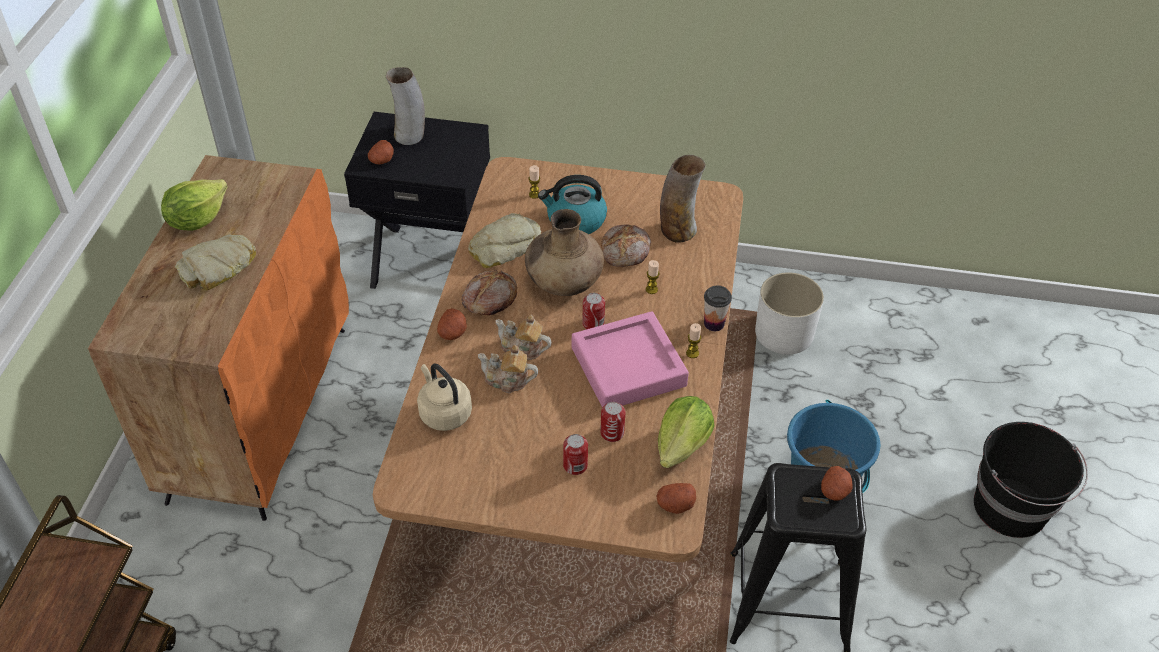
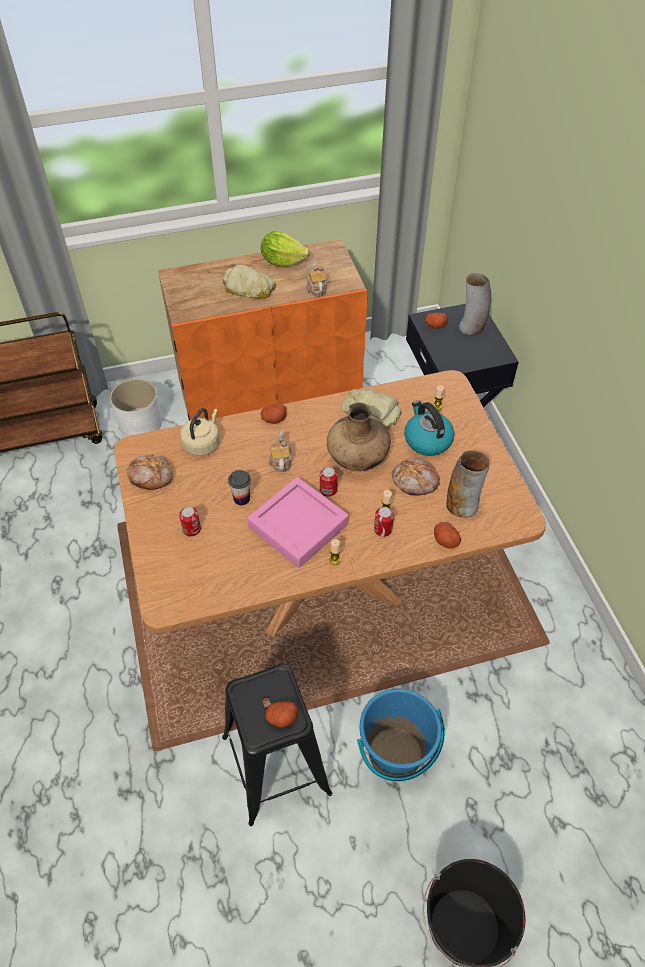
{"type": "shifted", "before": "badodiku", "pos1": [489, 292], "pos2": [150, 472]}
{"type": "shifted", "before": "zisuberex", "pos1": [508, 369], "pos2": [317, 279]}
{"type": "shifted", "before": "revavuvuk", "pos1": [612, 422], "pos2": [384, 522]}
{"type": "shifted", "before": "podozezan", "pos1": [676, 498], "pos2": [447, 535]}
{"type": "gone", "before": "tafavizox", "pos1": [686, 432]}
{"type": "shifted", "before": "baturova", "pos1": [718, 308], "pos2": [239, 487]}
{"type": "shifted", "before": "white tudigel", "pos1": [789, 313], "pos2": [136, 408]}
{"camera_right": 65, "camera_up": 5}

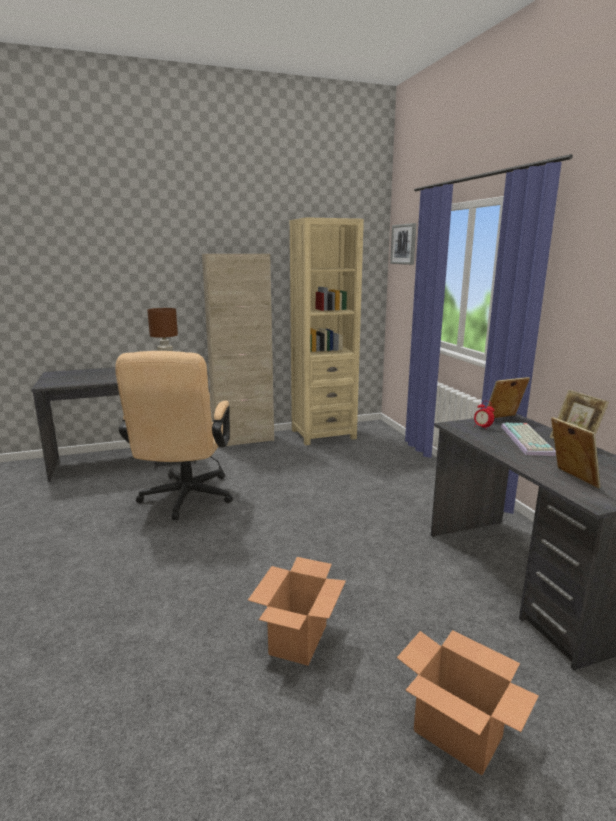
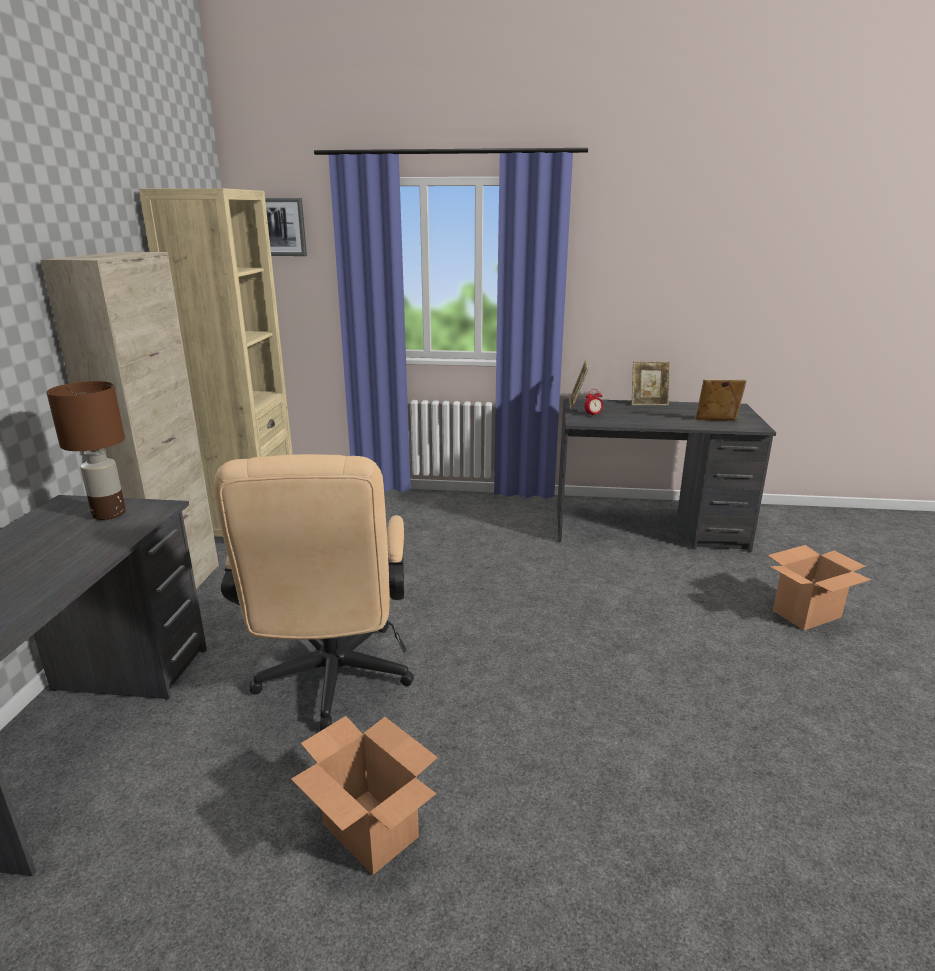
{"type": "rotated", "before": "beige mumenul", "pos1": [174, 435], "pos2": [314, 592], "turn": 60}
{"type": "shifted", "before": "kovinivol", "pos1": [297, 611], "pos2": [364, 795]}
{"type": "gone", "before": "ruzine", "pos1": [528, 439]}
{"camera_right": -65, "camera_up": 5}

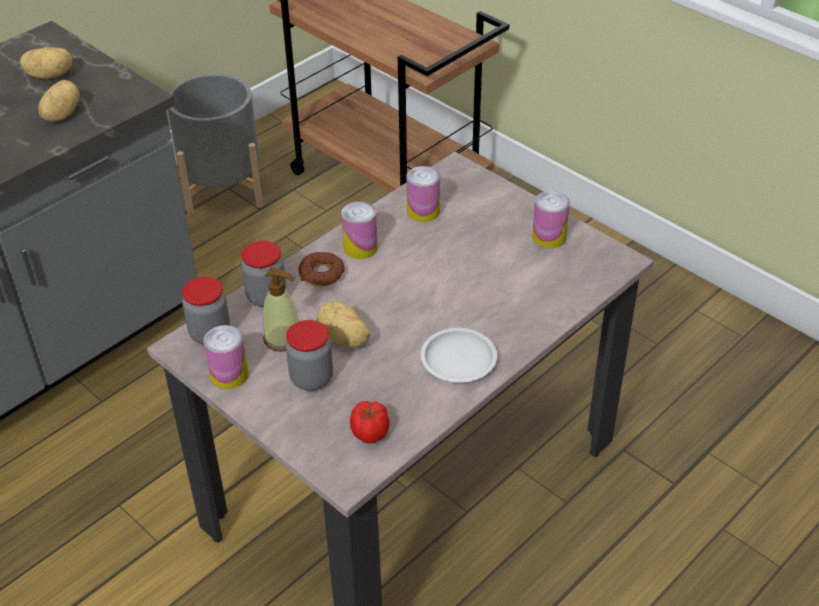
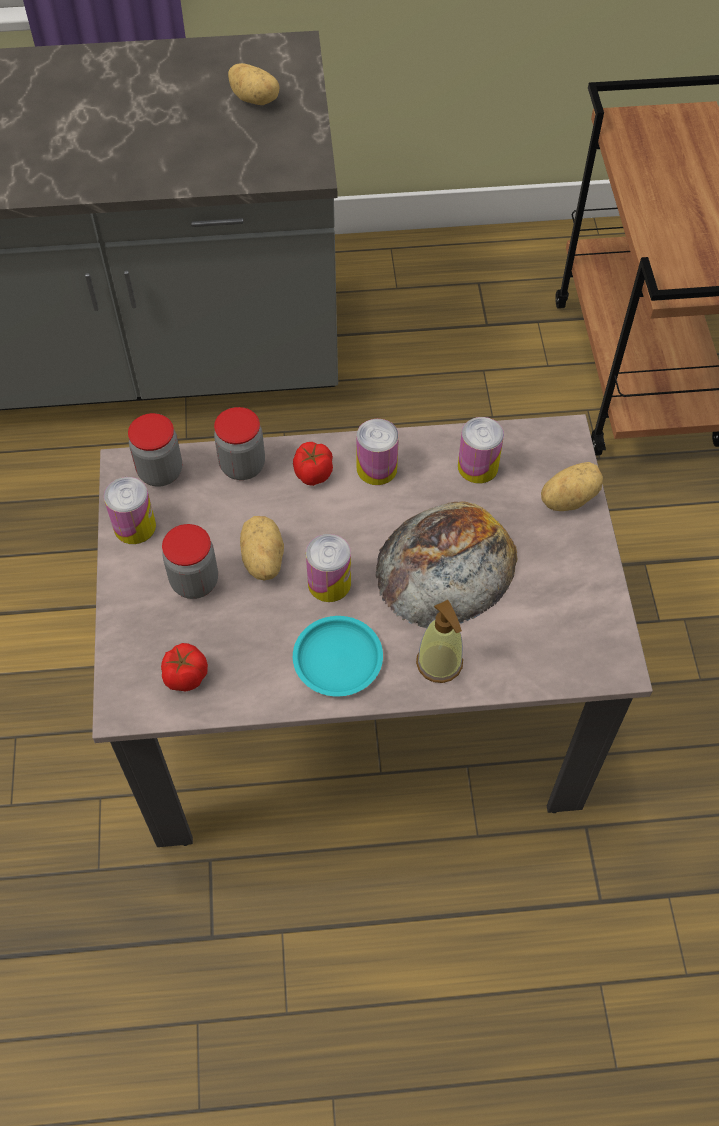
{"type": "shifted", "before": "podozezan", "pos1": [59, 101], "pos2": [572, 486]}
{"type": "gone", "before": "grey tudigel", "pos1": [215, 144]}
{"type": "shifted", "before": "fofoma", "pos1": [281, 310], "pos2": [439, 641]}
{"type": "swapped", "before": "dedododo", "after": "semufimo", "pos1": [321, 269], "pos2": [313, 464]}
{"type": "repainted", "before": "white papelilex", "after": "turquoise papelilex", "pos1": [459, 355], "pos2": [338, 656]}
{"type": "shifted", "before": "revavuvuk", "pos1": [551, 219], "pos2": [328, 568]}
{"type": "new", "after": "badodiku", "pos2": [447, 564]}
{"camera_right": 40, "camera_up": 15}

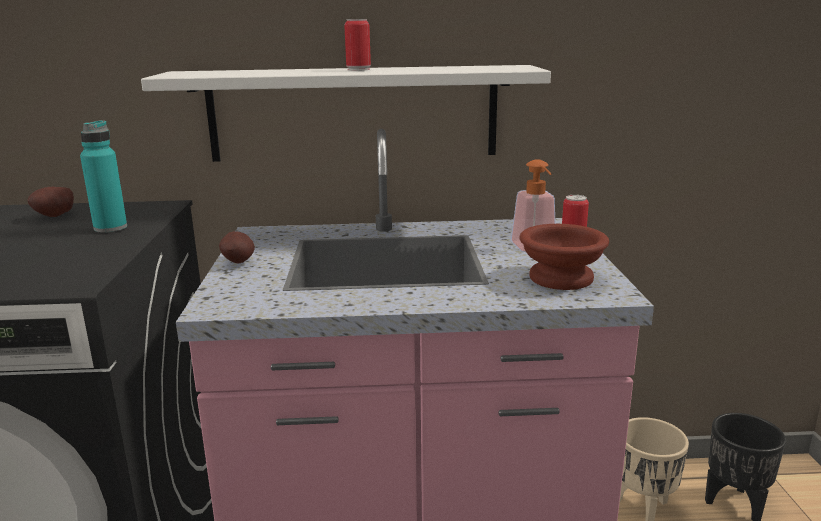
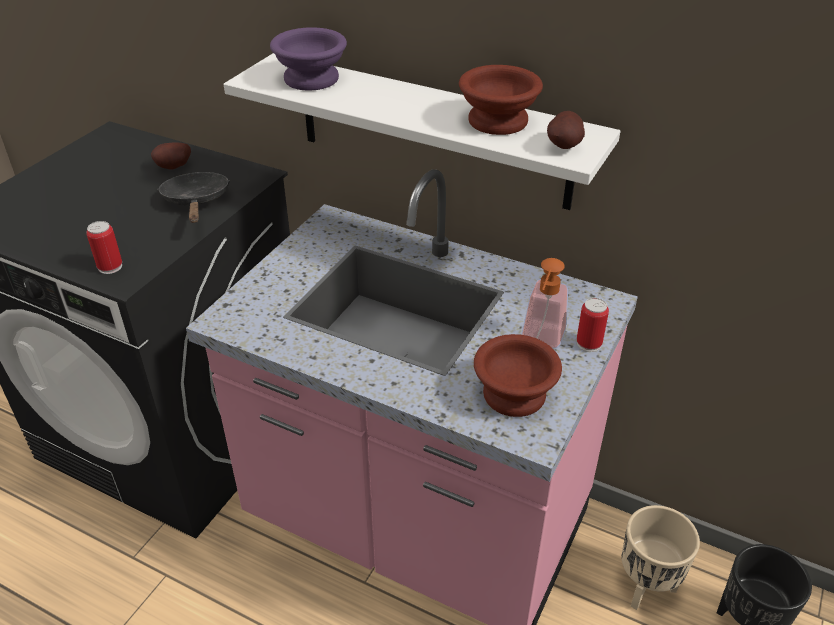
{"type": "swapped", "before": "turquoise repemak", "after": "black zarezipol", "pos1": [103, 176], "pos2": [193, 197]}
{"type": "shifted", "before": "podozezan", "pos1": [237, 247], "pos2": [566, 130]}
{"type": "shifted", "before": "revavuvuk", "pos1": [357, 45], "pos2": [104, 247]}
{"type": "new", "after": "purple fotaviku", "pos2": [308, 58]}
{"type": "new", "after": "brown fotaviku", "pos2": [501, 100]}
{"camera_right": 30, "camera_up": 20}

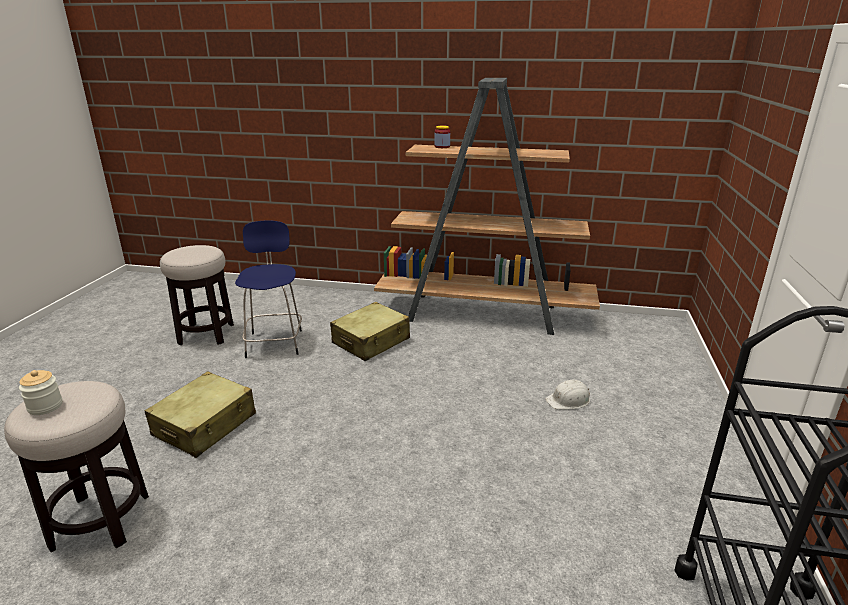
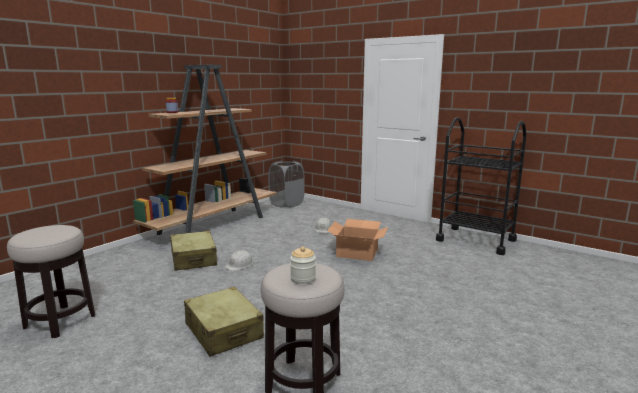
{"type": "gone", "before": "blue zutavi", "pos1": [268, 289]}
{"type": "new", "after": "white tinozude", "pos2": [238, 260]}
{"type": "new", "after": "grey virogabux", "pos2": [286, 184]}
{"type": "new", "after": "kovinivol", "pos2": [357, 240]}
{"camera_right": -65, "camera_up": -10}

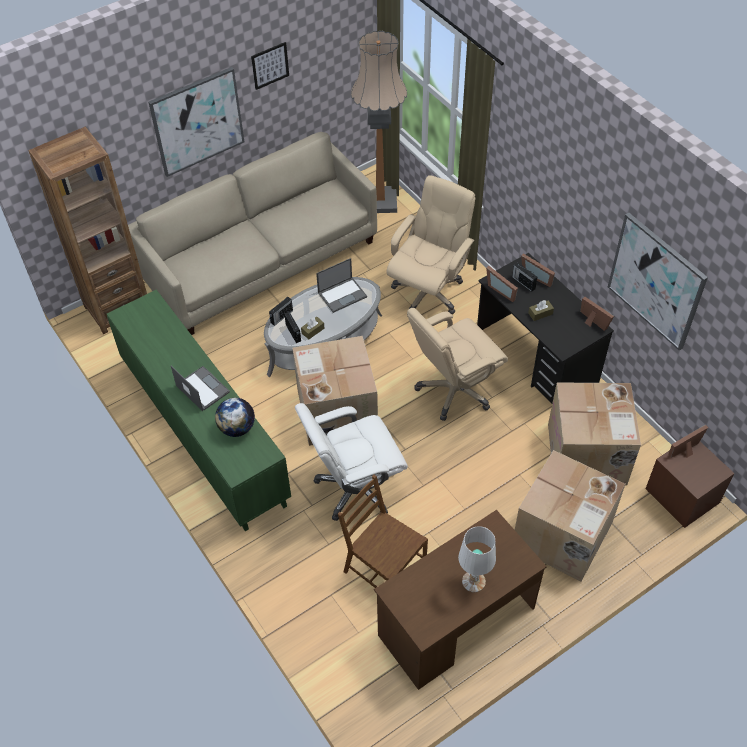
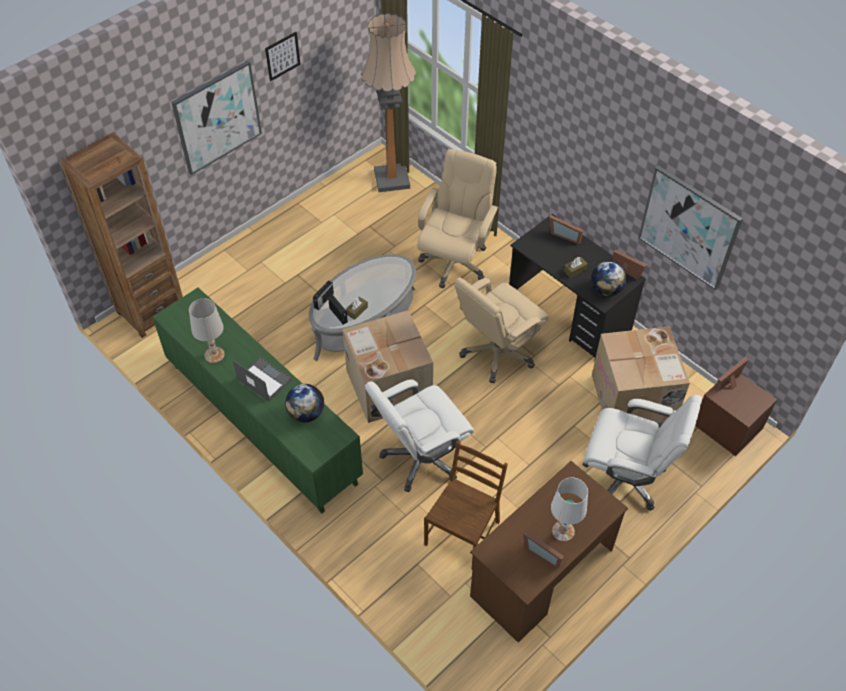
{"type": "gone", "before": "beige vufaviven", "pos1": [252, 233]}
{"type": "gone", "before": "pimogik", "pos1": [341, 285]}
{"type": "rotated", "before": "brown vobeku", "pos1": [383, 531], "pos2": [466, 504], "turn": 90}
{"type": "shifted", "before": "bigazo", "pos1": [502, 284], "pos2": [543, 549]}
{"type": "gone", "before": "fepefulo", "pos1": [524, 277]}
{"type": "swapped", "before": "kovinivol", "after": "white mumenul", "pos1": [570, 515], "pos2": [642, 453]}
{"type": "new", "after": "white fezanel", "pos2": [207, 330]}
{"type": "new", "after": "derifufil", "pos2": [609, 278]}
{"camera_right": -10, "camera_up": 0}

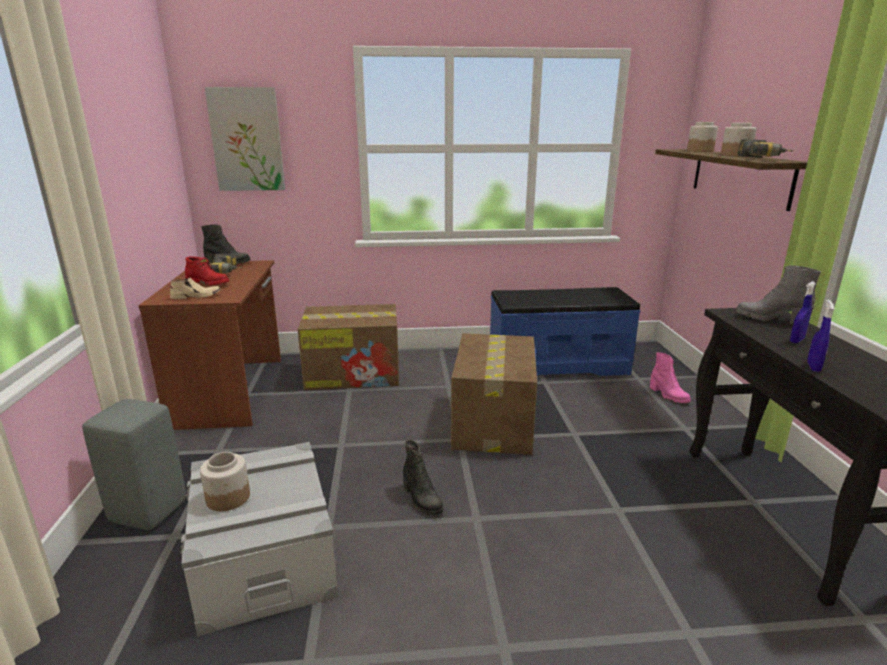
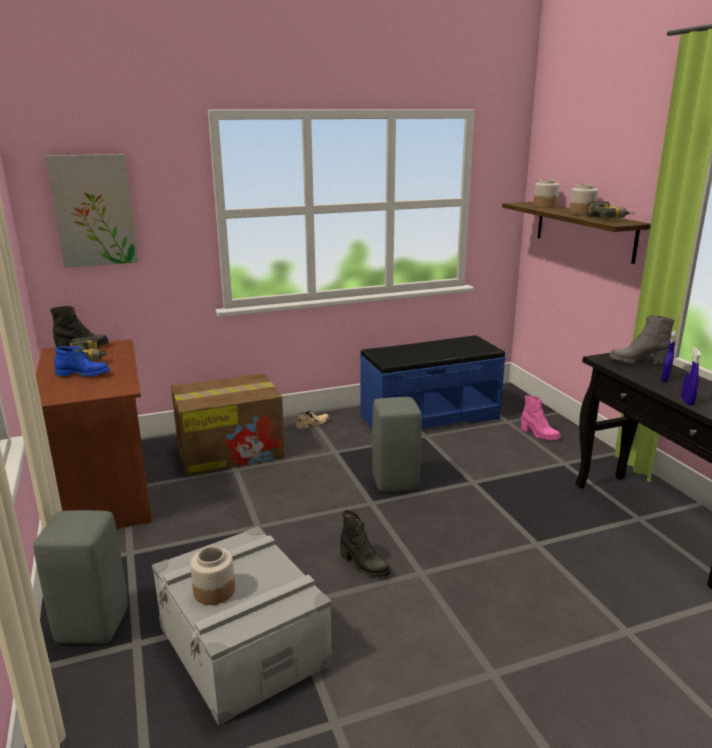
{"type": "shifted", "before": "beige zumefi", "pos1": [195, 288], "pos2": [312, 419]}
{"type": "repainted", "before": "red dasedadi", "after": "blue dasedadi", "pos1": [207, 271], "pos2": [82, 361]}
{"type": "swapped", "before": "kovinivol", "after": "grey zutavi", "pos1": [494, 394], "pos2": [397, 444]}
{"camera_right": -15, "camera_up": 0}

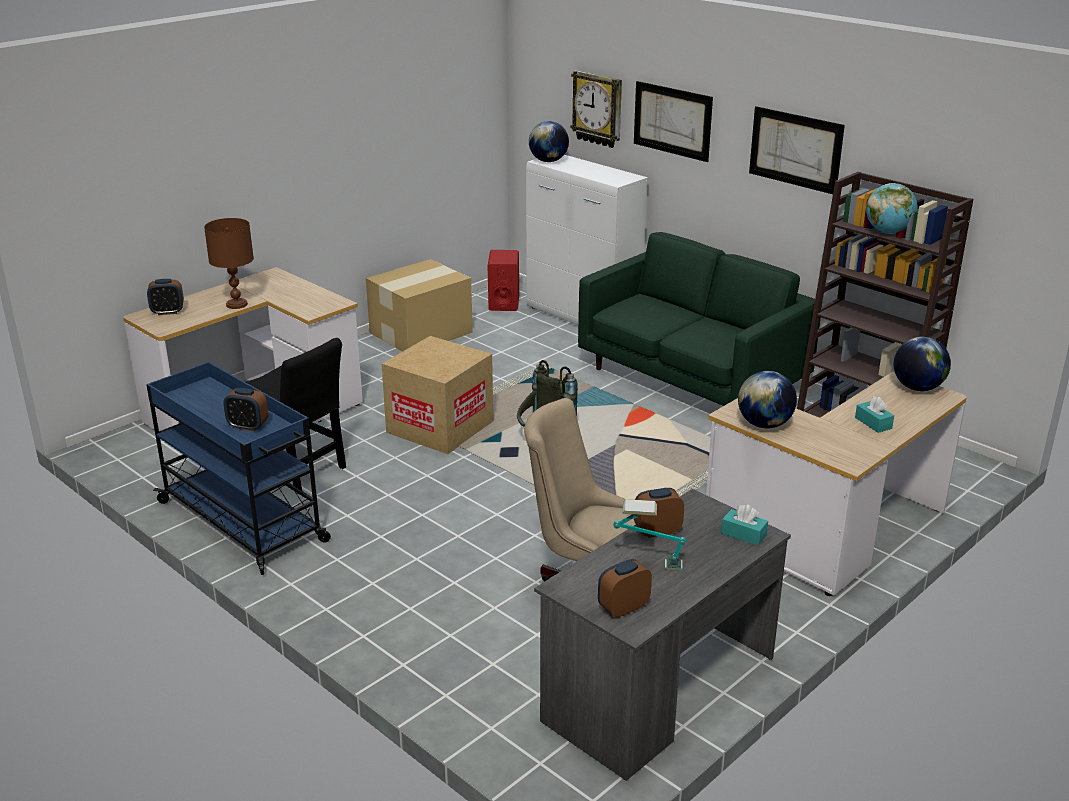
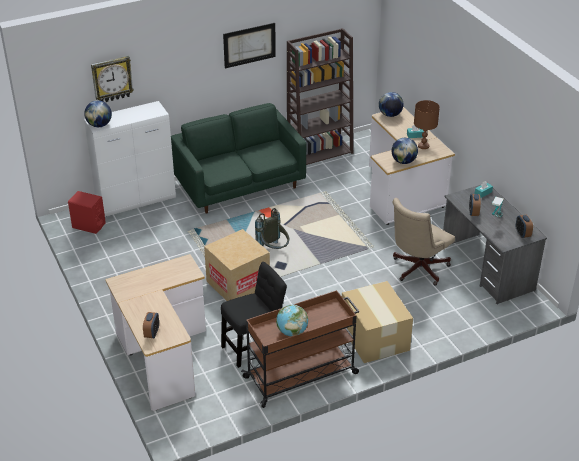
{"type": "repainted", "before": "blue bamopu", "after": "brown bamopu", "pos1": [239, 468], "pos2": [300, 349]}
{"type": "shifted", "before": "brown fezanel", "pos1": [229, 263], "pos2": [427, 124]}
{"type": "gone", "before": "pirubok", "pos1": [245, 409]}
{"type": "shifted", "before": "kovinivol", "pos1": [419, 305], "pos2": [377, 322]}
{"type": "gone", "before": "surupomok", "pos1": [673, 121]}
{"type": "shifted", "before": "derifufil", "pos1": [892, 208], "pos2": [292, 320]}
{"camera_right": -70, "camera_up": 10}

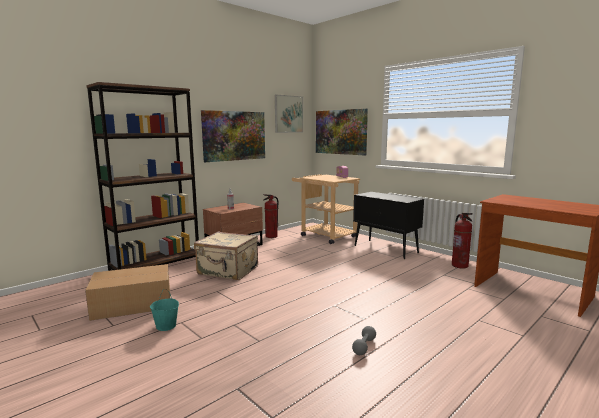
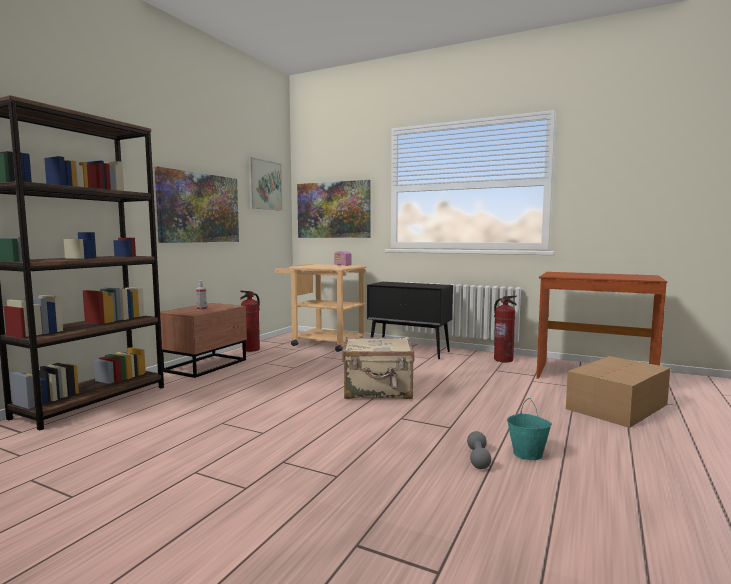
{"type": "shifted", "before": "kovinivol", "pos1": [127, 292], "pos2": [618, 392]}
{"type": "shifted", "before": "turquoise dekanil", "pos1": [164, 310], "pos2": [529, 429]}
{"type": "shifted", "before": "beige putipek", "pos1": [226, 255], "pos2": [378, 368]}
{"camera_right": -20, "camera_up": -5}

